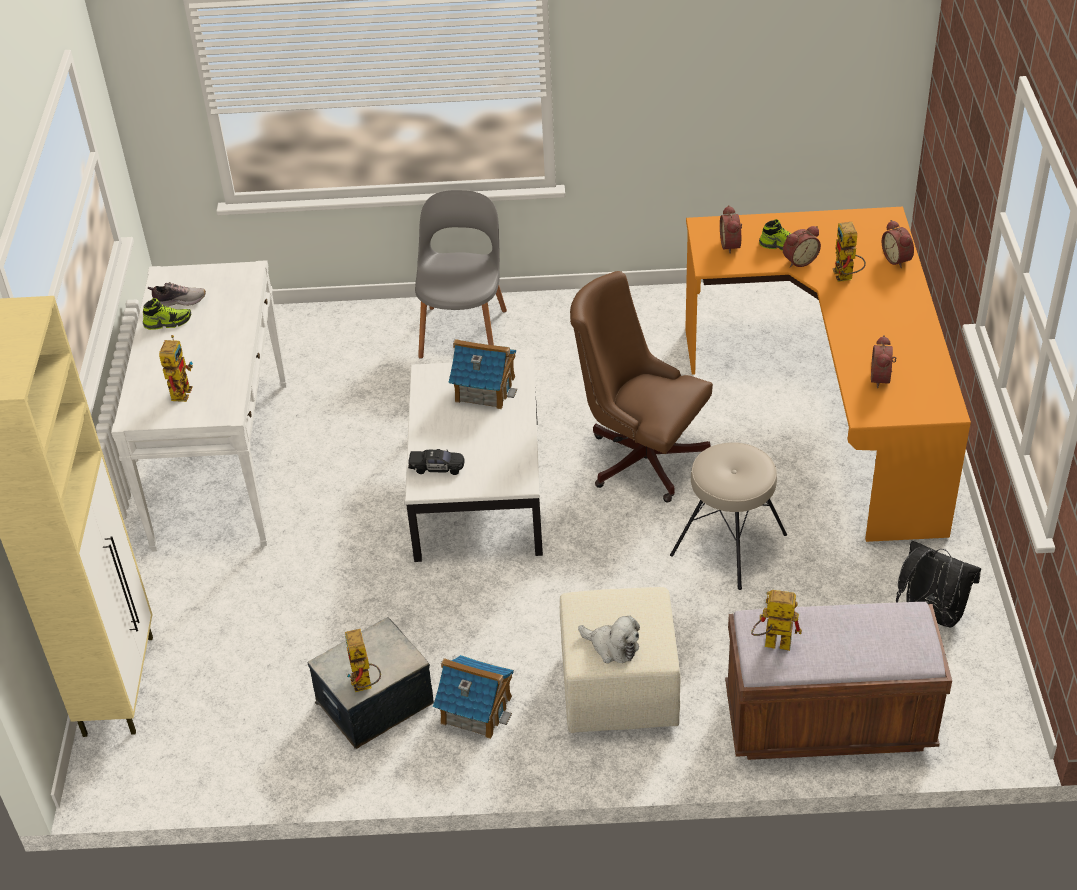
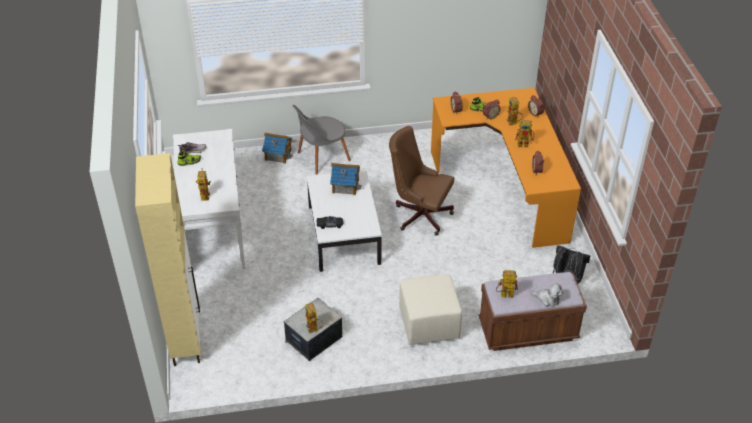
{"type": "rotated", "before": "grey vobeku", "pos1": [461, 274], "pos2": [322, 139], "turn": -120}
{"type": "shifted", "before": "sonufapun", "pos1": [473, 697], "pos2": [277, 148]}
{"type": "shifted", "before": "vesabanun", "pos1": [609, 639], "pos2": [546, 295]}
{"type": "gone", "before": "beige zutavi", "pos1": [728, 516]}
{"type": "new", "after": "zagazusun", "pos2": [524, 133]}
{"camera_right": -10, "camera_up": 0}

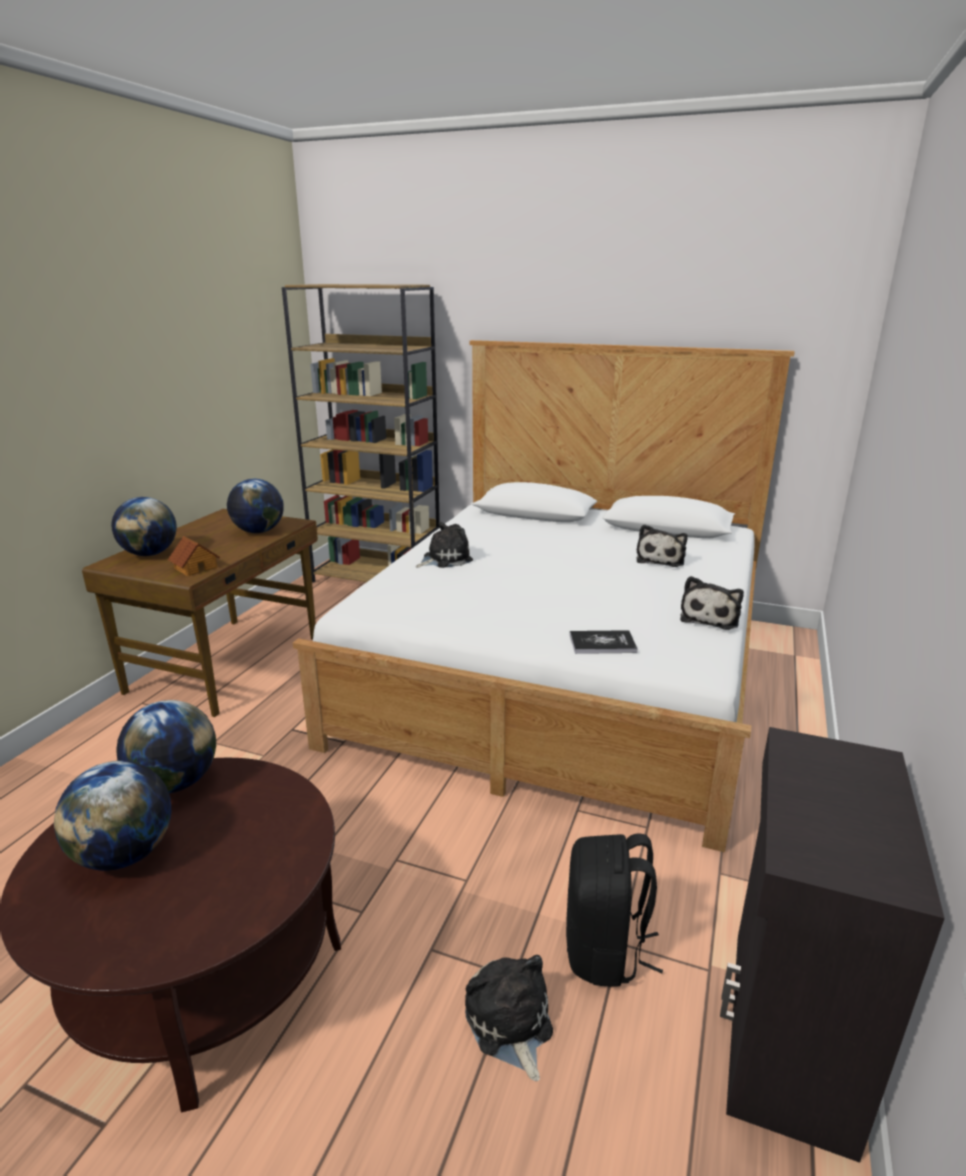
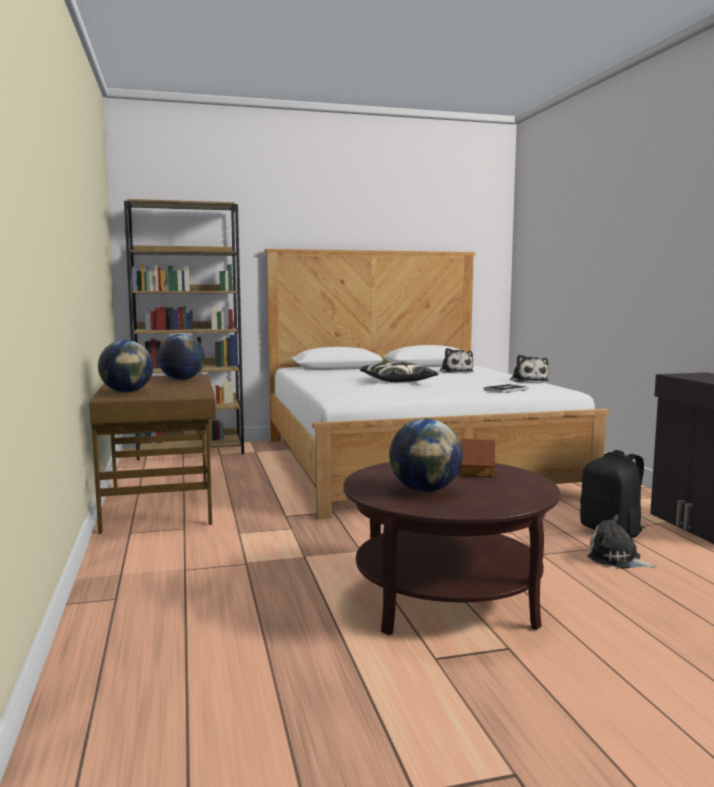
{"type": "gone", "before": "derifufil", "pos1": [166, 746]}
{"type": "shifted", "before": "sonufapun", "pos1": [194, 556], "pos2": [478, 457]}
{"type": "gone", "before": "vesabanun", "pos1": [444, 545]}
{"type": "new", "after": "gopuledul", "pos2": [399, 371]}
{"camera_right": -35, "camera_up": -15}

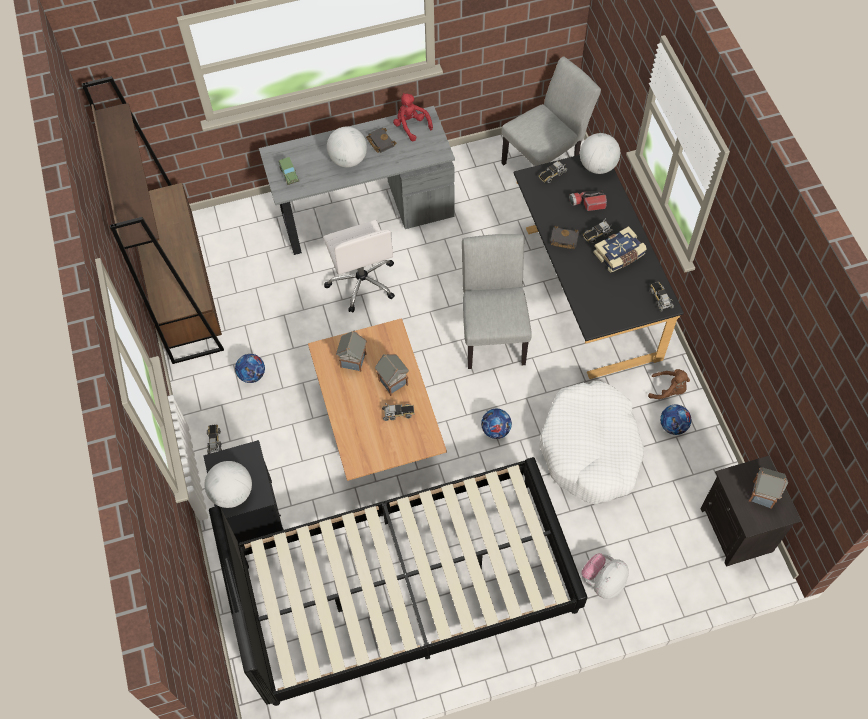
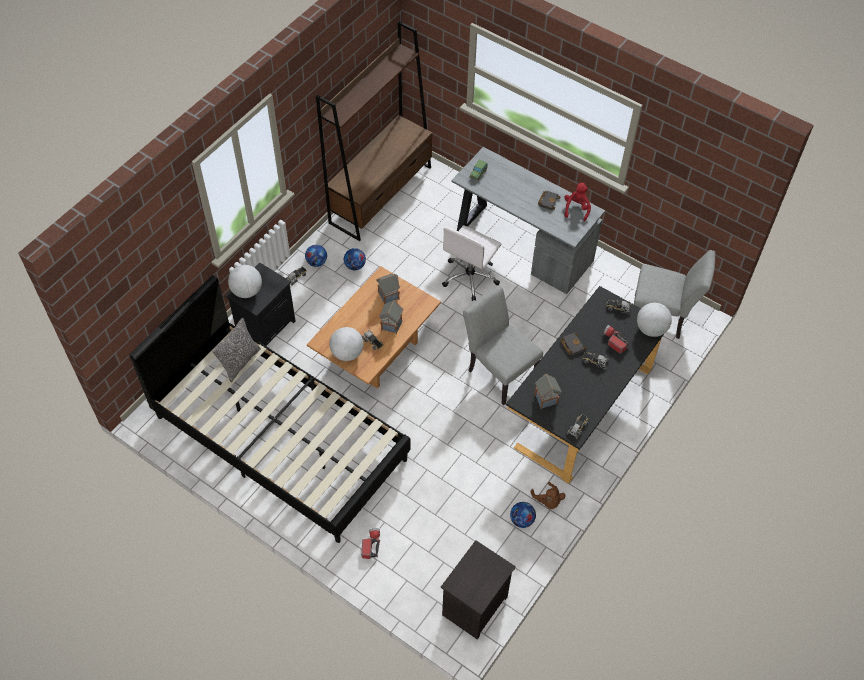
{"type": "shifted", "before": "derifufil", "pos1": [347, 147], "pos2": [346, 344]}
{"type": "rotated", "before": "grey vobeku", "pos1": [497, 301], "pos2": [503, 345], "turn": -90}
{"type": "shifted", "before": "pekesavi", "pos1": [496, 424], "pos2": [316, 256]}
{"type": "gone", "before": "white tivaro", "pos1": [591, 442]}
{"type": "swapped", "before": "vesabanun", "after": "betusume", "pos1": [605, 576], "pos2": [370, 543]}
{"type": "gone", "before": "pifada", "pos1": [620, 249]}
{"type": "shifted", "before": "sonufapun", "pos1": [768, 488], "pos2": [548, 391]}
{"type": "new", "after": "gopuledul", "pos2": [236, 350]}
{"camera_right": 50, "camera_up": -5}

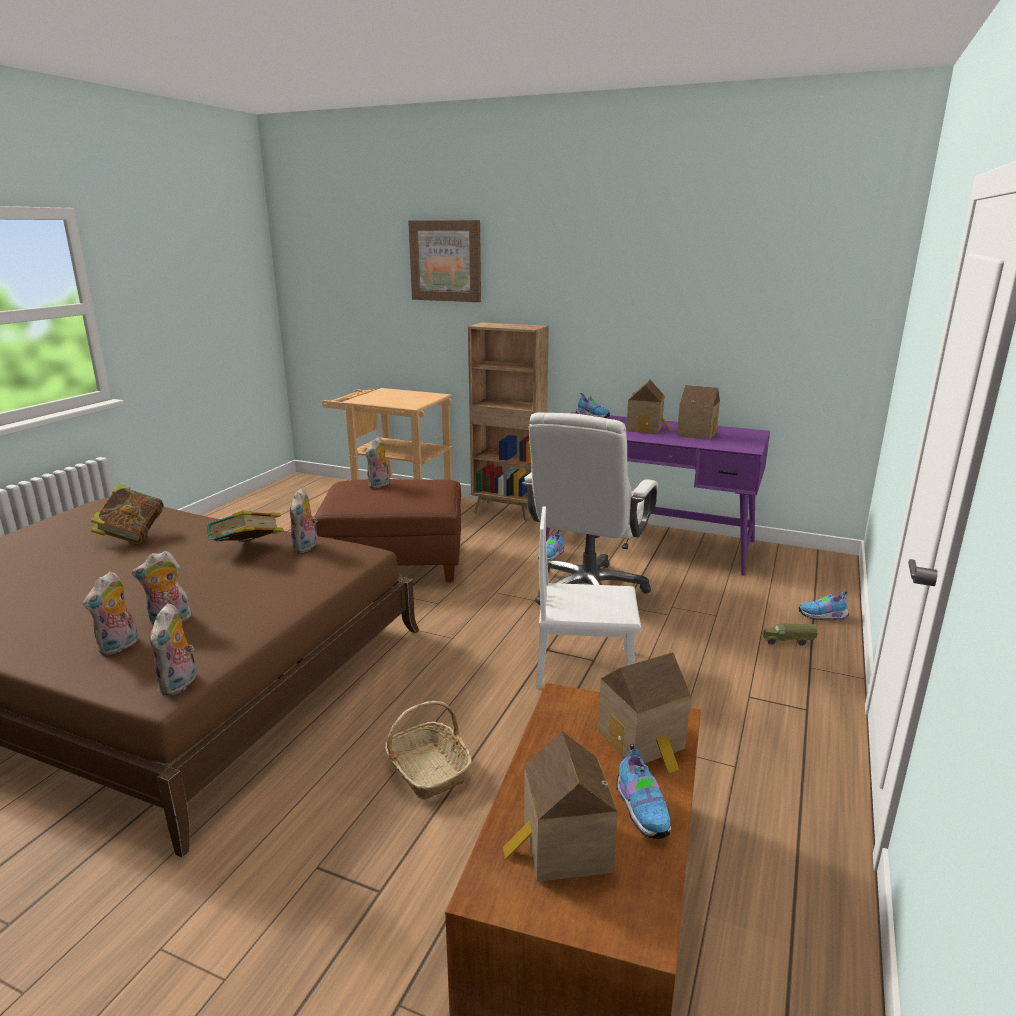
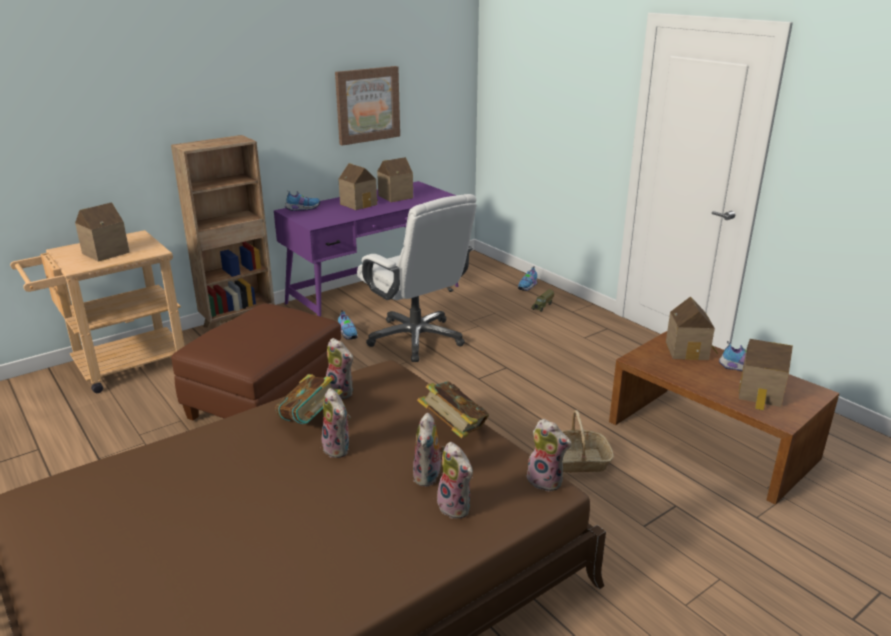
{"type": "shifted", "before": "pifada", "pos1": [127, 513], "pos2": [453, 410]}
{"type": "shifted", "before": "vesabanun", "pos1": [378, 463], "pos2": [336, 423]}
{"type": "shifted", "before": "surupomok", "pos1": [444, 261], "pos2": [367, 106]}
{"type": "gone", "before": "white vobeku", "pos1": [588, 597]}
{"type": "new", "after": "sonufapun", "pos2": [102, 232]}
{"camera_right": -60, "camera_up": 5}

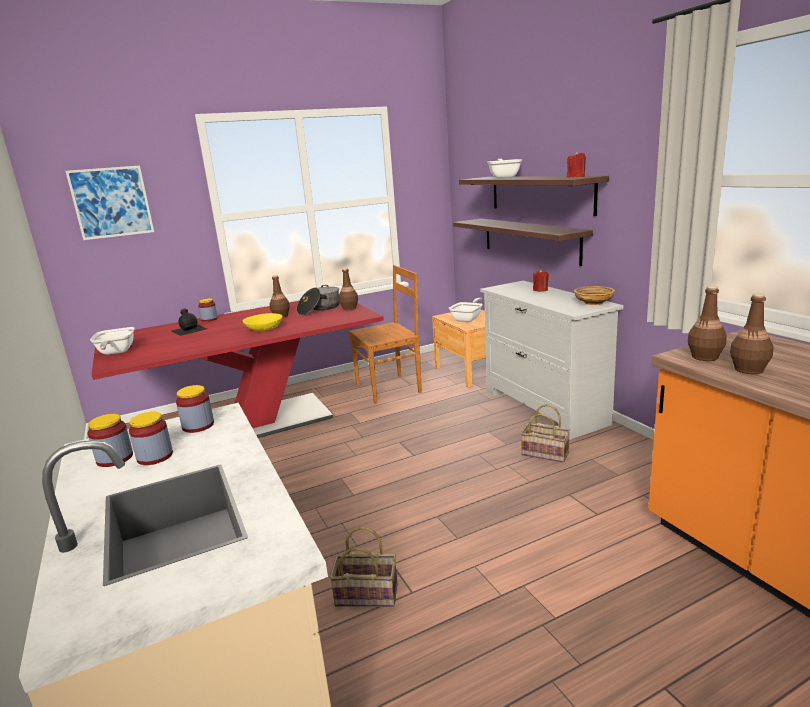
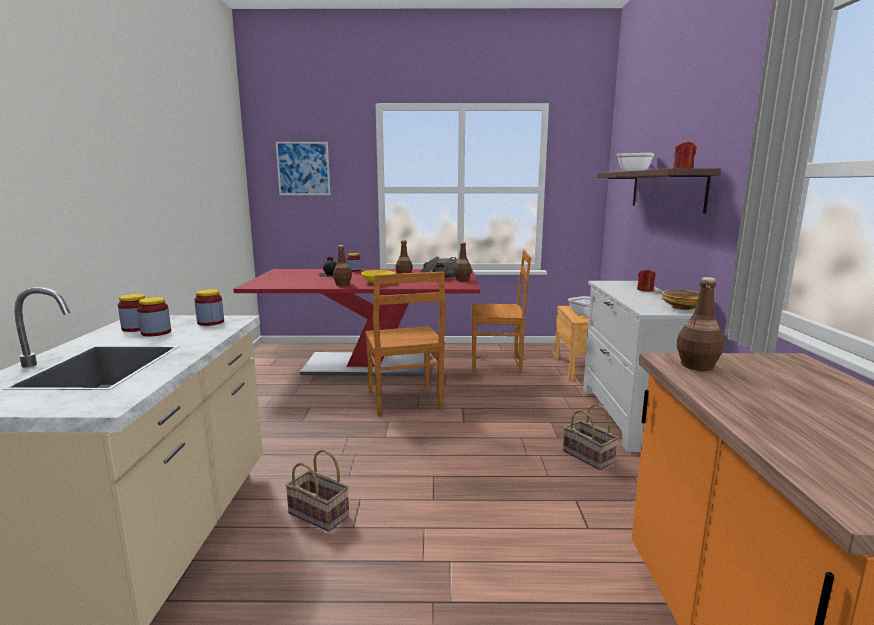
{"type": "gone", "before": "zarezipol", "pos1": [112, 341]}
{"type": "gone", "before": "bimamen", "pos1": [523, 242]}
{"type": "shifted", "before": "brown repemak", "pos1": [752, 333], "pos2": [342, 265]}
{"type": "new", "after": "brown vobeku", "pos2": [405, 344]}
{"camera_right": 25, "camera_up": -5}

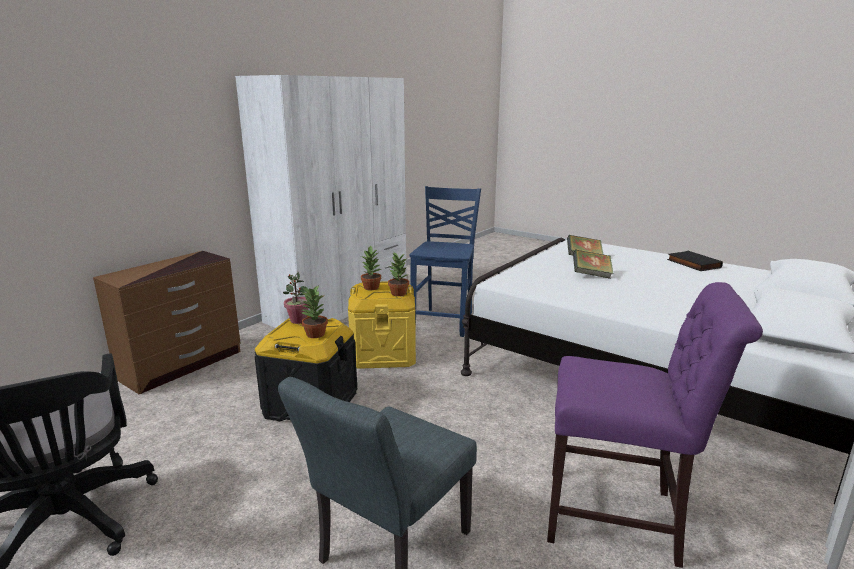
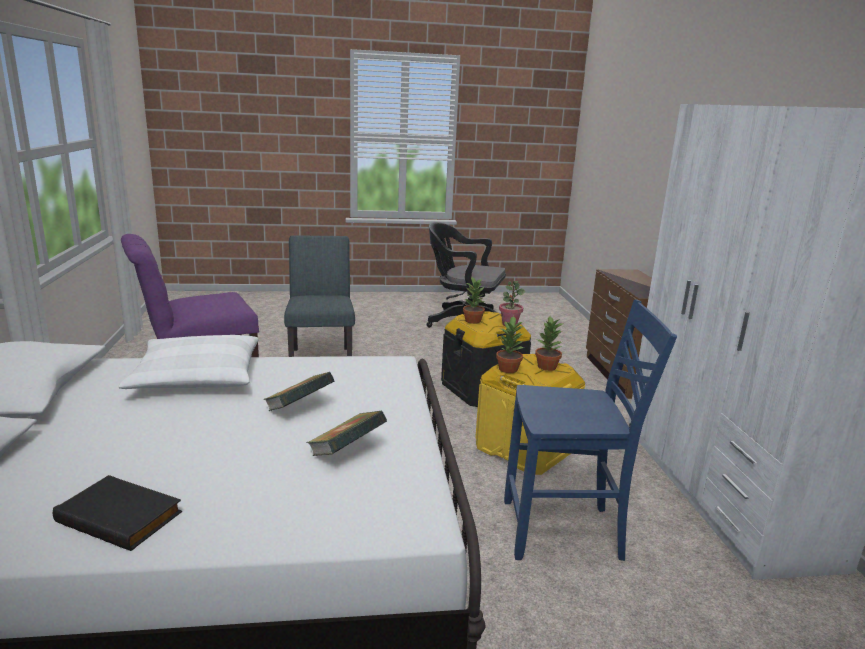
{"type": "rotated", "before": "blue vobeku", "pos1": [445, 261], "pos2": [590, 430], "turn": -60}
{"type": "new", "after": "white gopuledul", "pos2": [188, 362]}
{"camera_right": 135, "camera_up": 0}

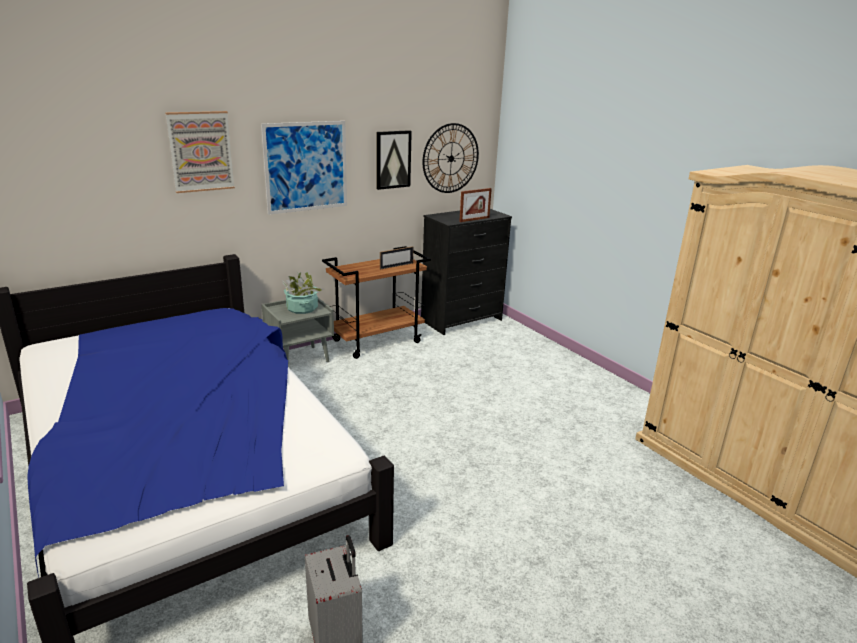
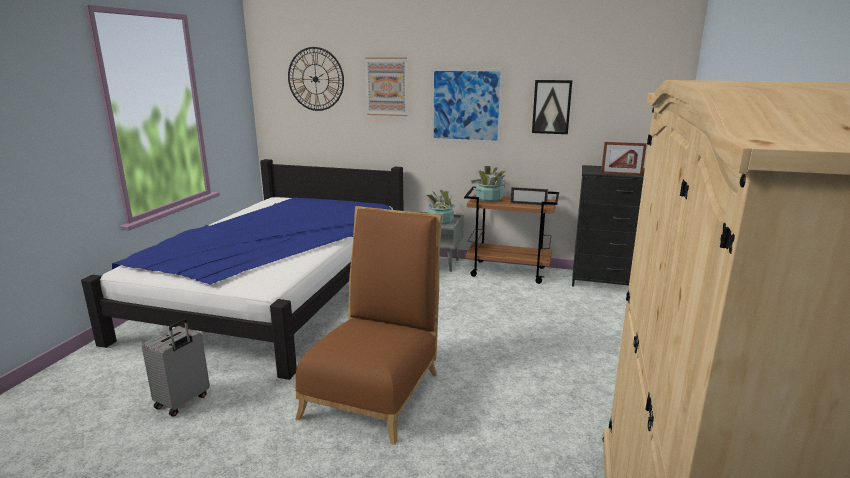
{"type": "shifted", "before": "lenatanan", "pos1": [451, 158], "pos2": [316, 79]}
{"type": "new", "after": "brown vobeku", "pos2": [368, 325]}
{"type": "new", "after": "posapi", "pos2": [488, 184]}
{"camera_right": 50, "camera_up": -5}

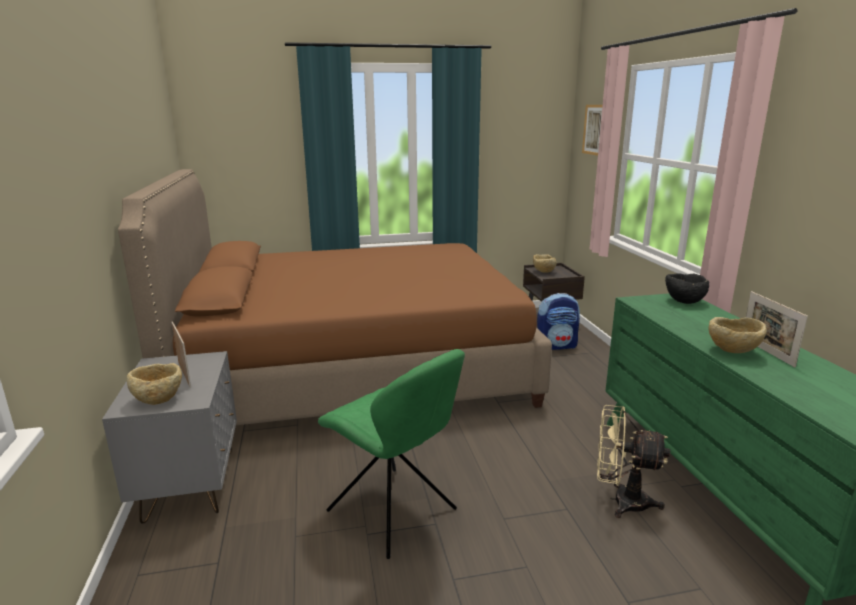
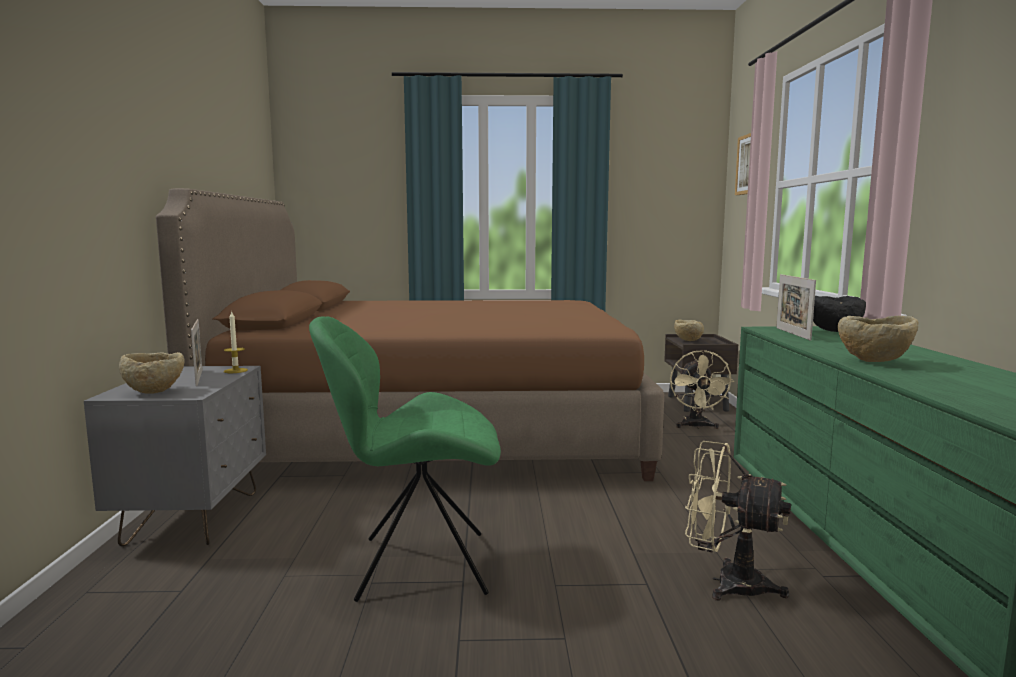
{"type": "rotated", "before": "green vobeku", "pos1": [391, 454], "pos2": [405, 459], "turn": 120}
{"type": "swapped", "before": "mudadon", "after": "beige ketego", "pos1": [558, 321], "pos2": [702, 389]}
{"type": "shifted", "before": "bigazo", "pos1": [777, 329], "pos2": [796, 307]}
{"type": "new", "after": "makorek", "pos2": [236, 342]}
{"camera_right": 10, "camera_up": -10}

